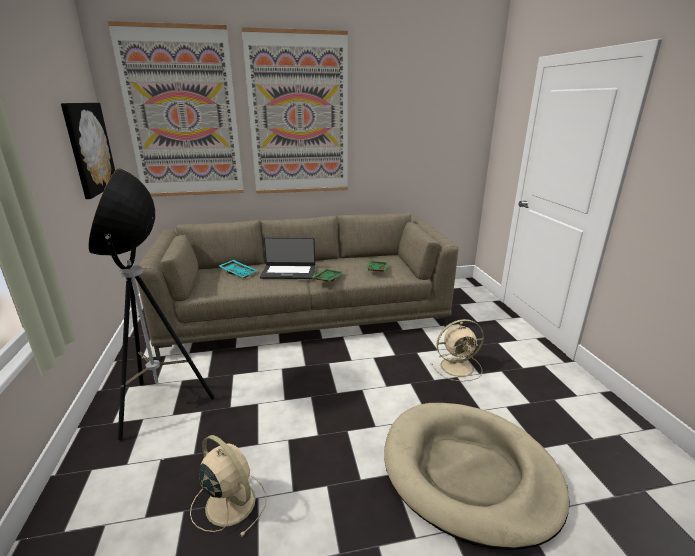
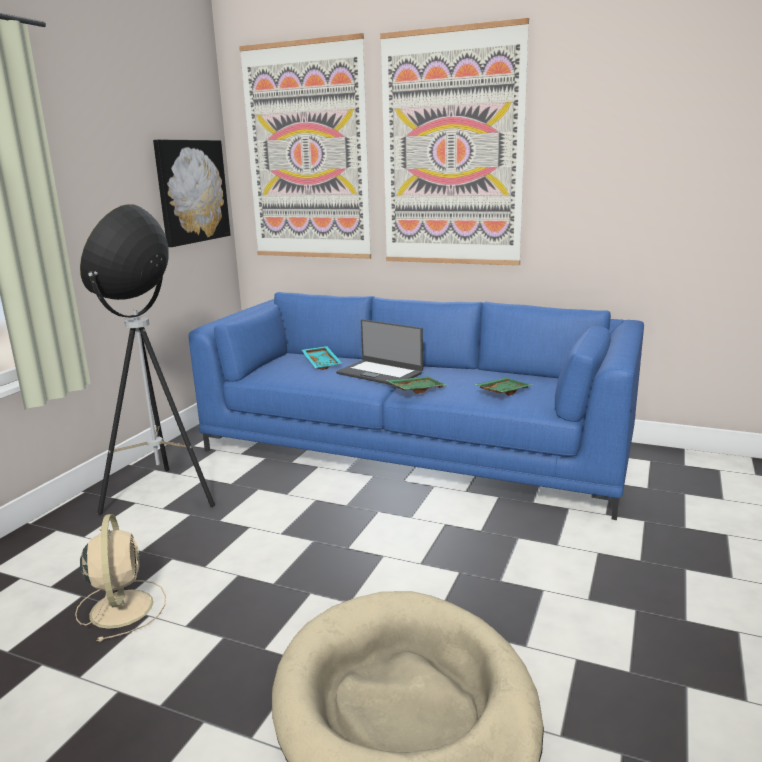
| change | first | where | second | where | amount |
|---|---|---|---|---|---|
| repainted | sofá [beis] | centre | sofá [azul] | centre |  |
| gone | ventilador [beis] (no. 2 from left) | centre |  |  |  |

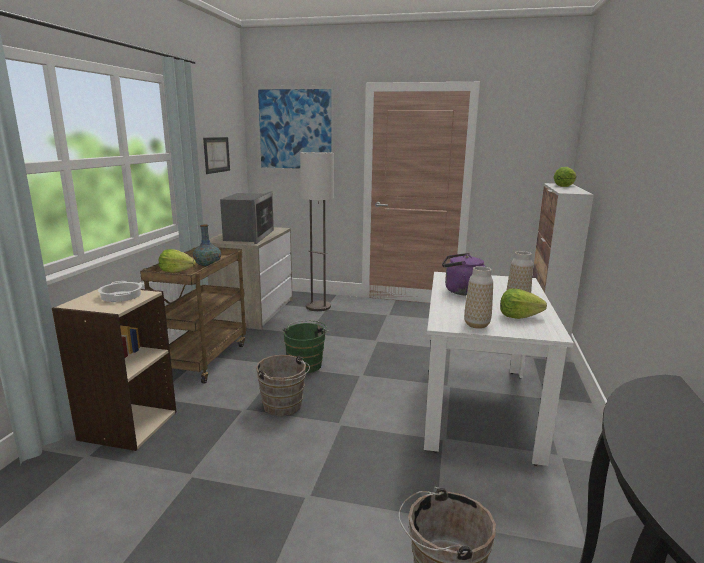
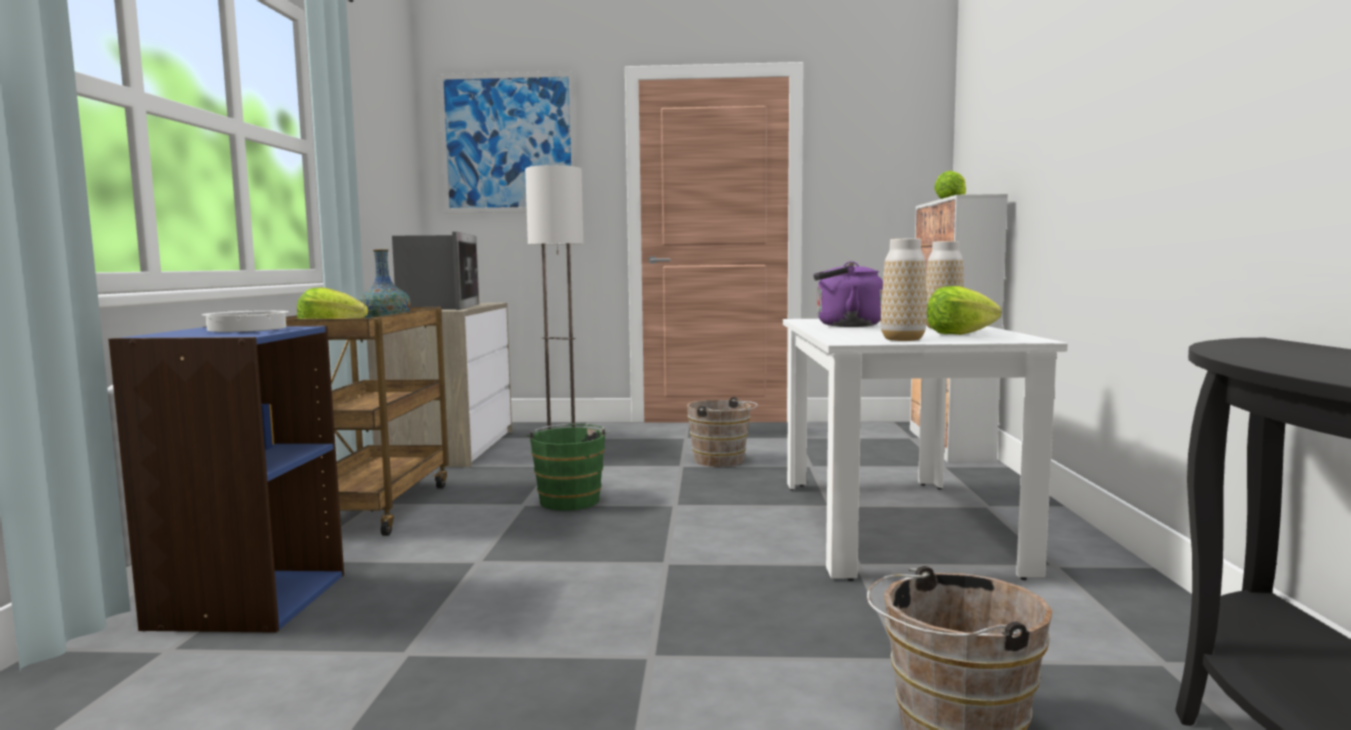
| change | first | where | second | where | amount |
|---|---|---|---|---|---|
| repainted | estantería [beis] | middle left | estantería [azul] | middle left |  |
| gone | cuadro (no. 1 from left) | top left |  |  |  |
| shifted | cubo [marrón] (no. 1 from left) | bottom centre |  | centre |  |

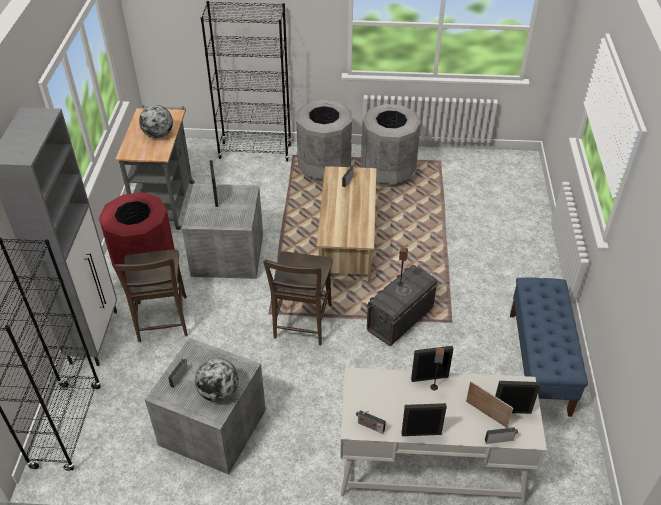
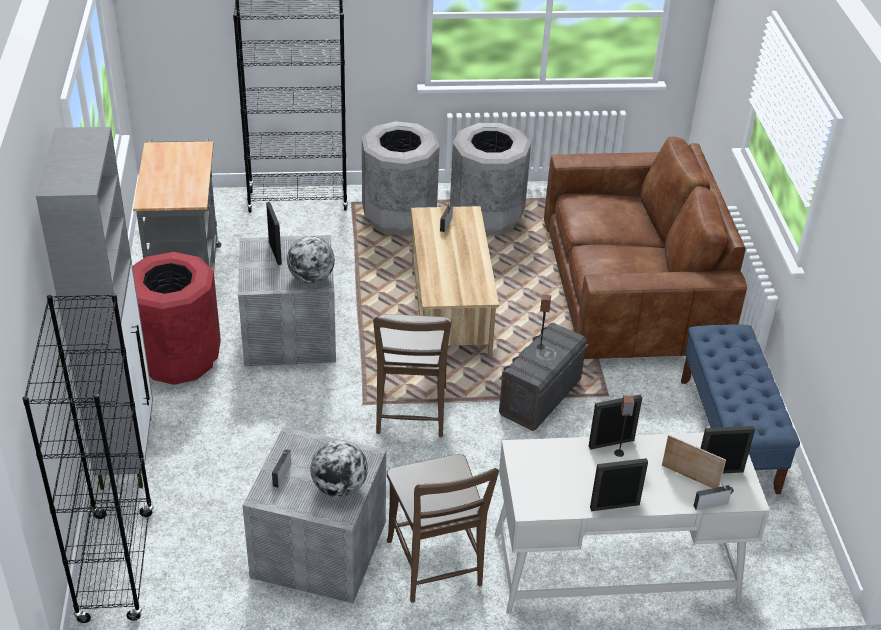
| change | first | where | second | where | amount |
|---|---|---|---|---|---|
| shifted | silla [marrón] (no. 1 from left in the first image) | middle left | silla [marrón] (no. 2 from left) | bottom centre |  |
| shifted | globo terráqueo (no. 1 from left) | top left |  | centre |  |
| gone | radio (no. 3 from left) | bottom centre |  |  |  |
| new |  |  | sofá [marrón] | middle right |  |

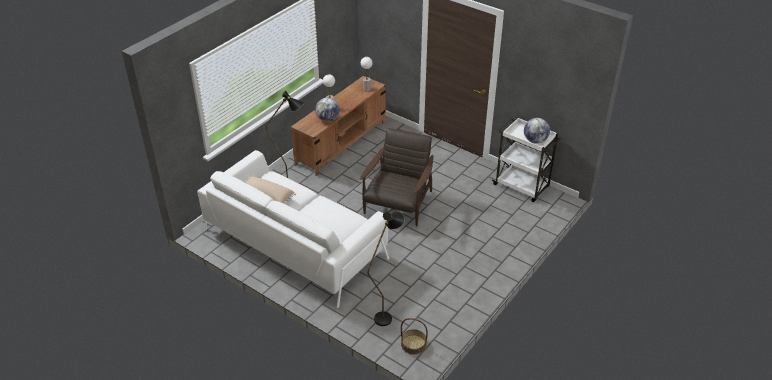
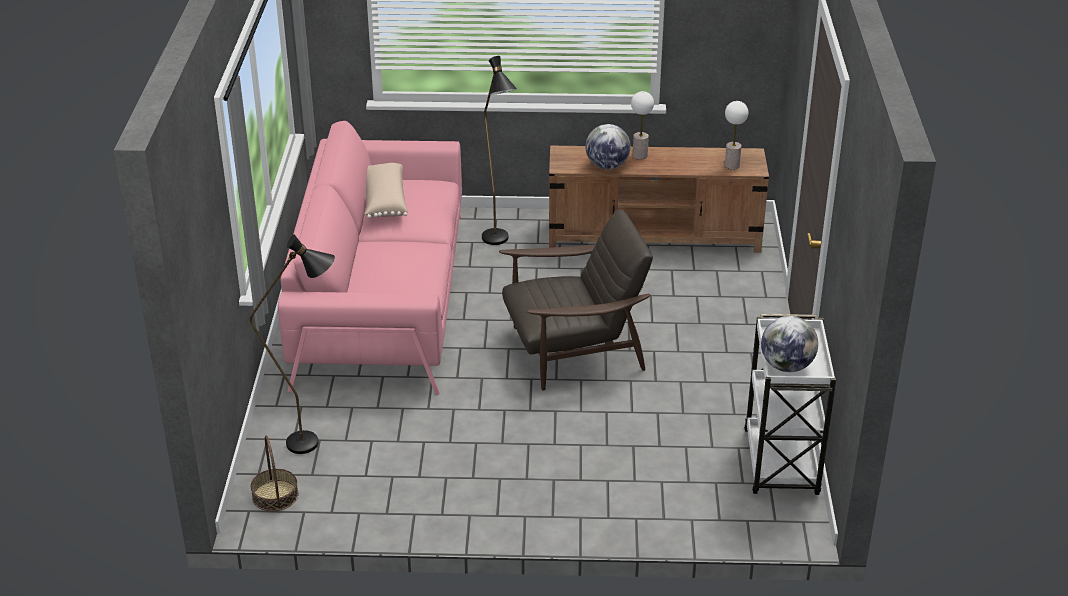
| change | first | where | second | where | amount |
|---|---|---|---|---|---|
| repainted | sofá [blanco] | centre | sofá [rosa] | centre |  |

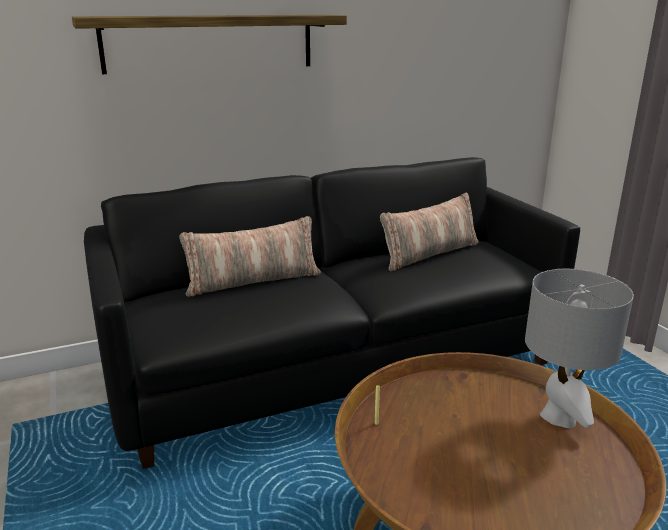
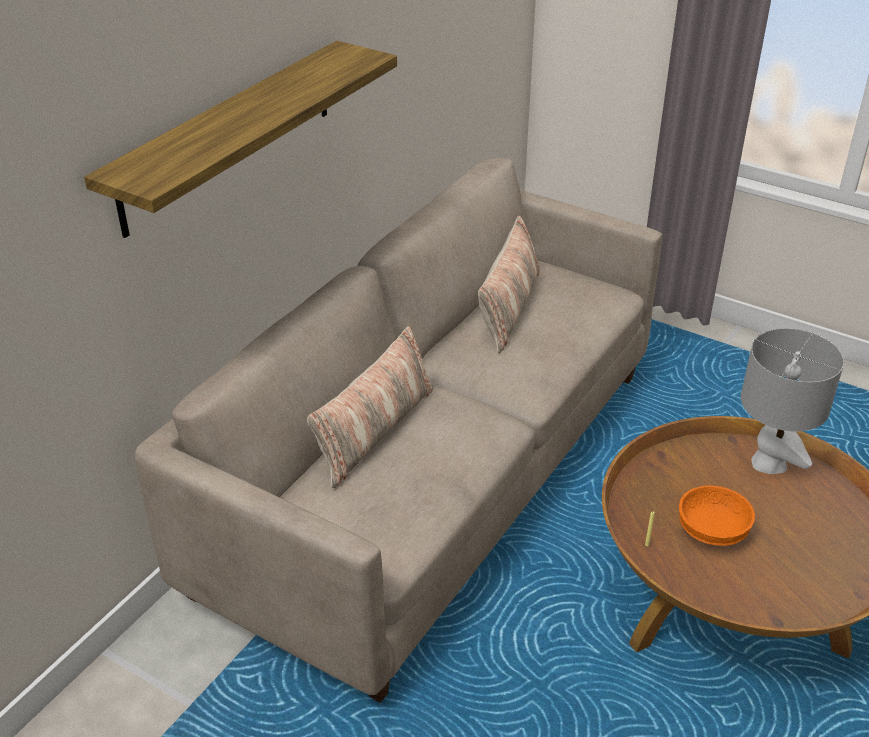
| change | first | where | second | where | amount |
|---|---|---|---|---|---|
| repainted | sofá [negro] | centre | sofá [beis] | centre |  |
| new |  |  | cuenco [naranja] | bottom right |  |

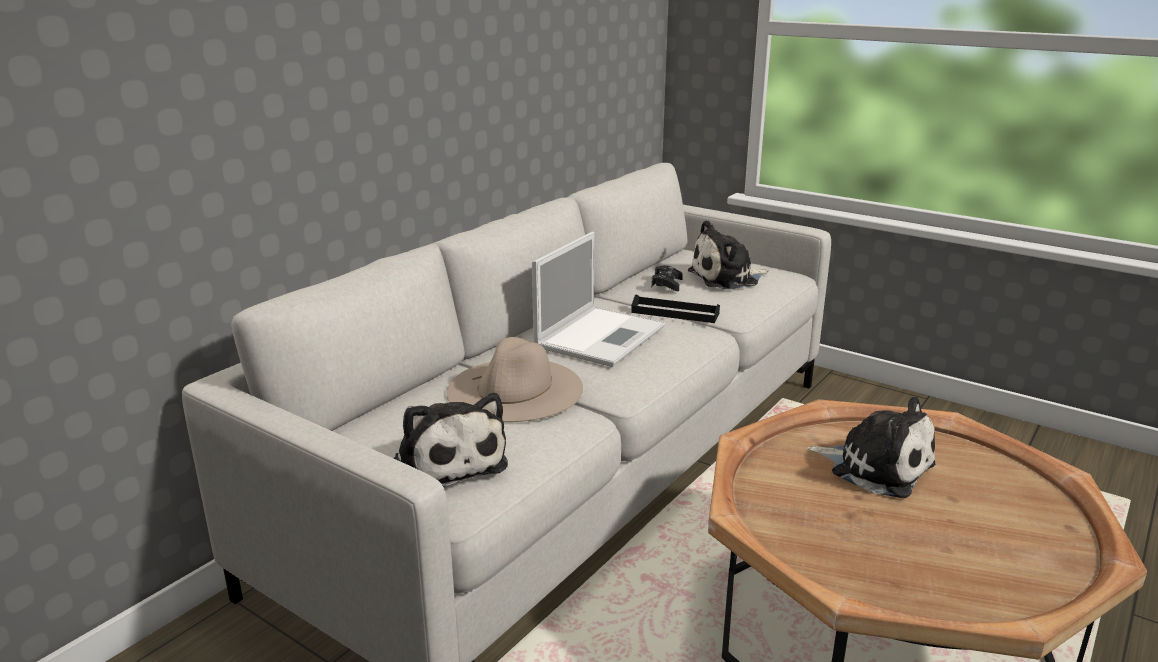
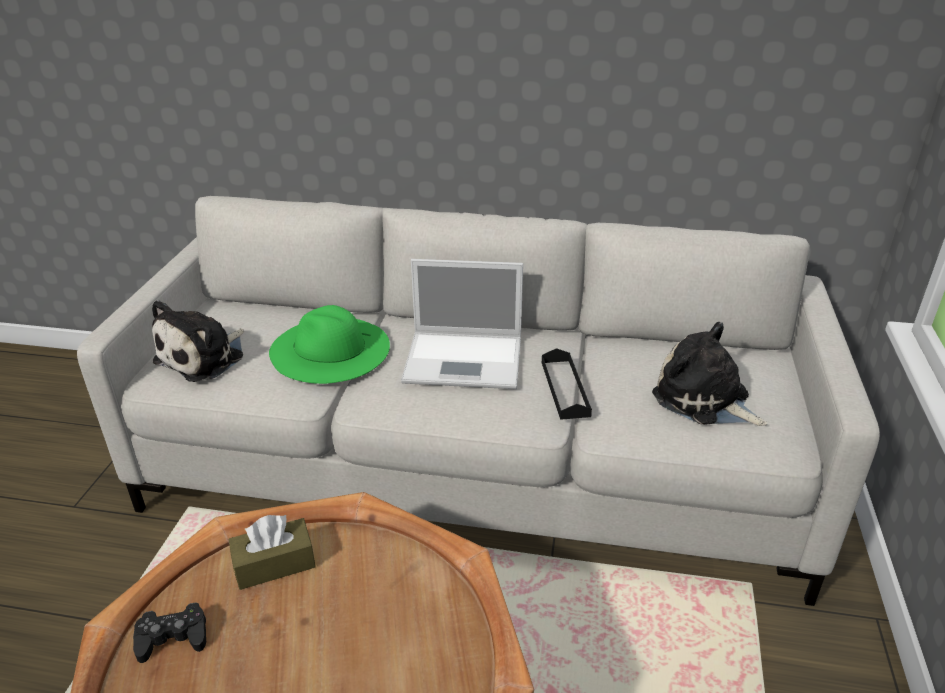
| change | first | where | second | where | amount |
|---|---|---|---|---|---|
| repainted | sombrero [beis] | centre | sombrero [verde] | centre |  |
| shifted | mando de consola [negro] | centre |  | bottom left |  |
| gone | peluche (no. 3 from left) | bottom right |  |  |  |
| new |  |  | caja de pañuelos [marrón] | bottom left |  |

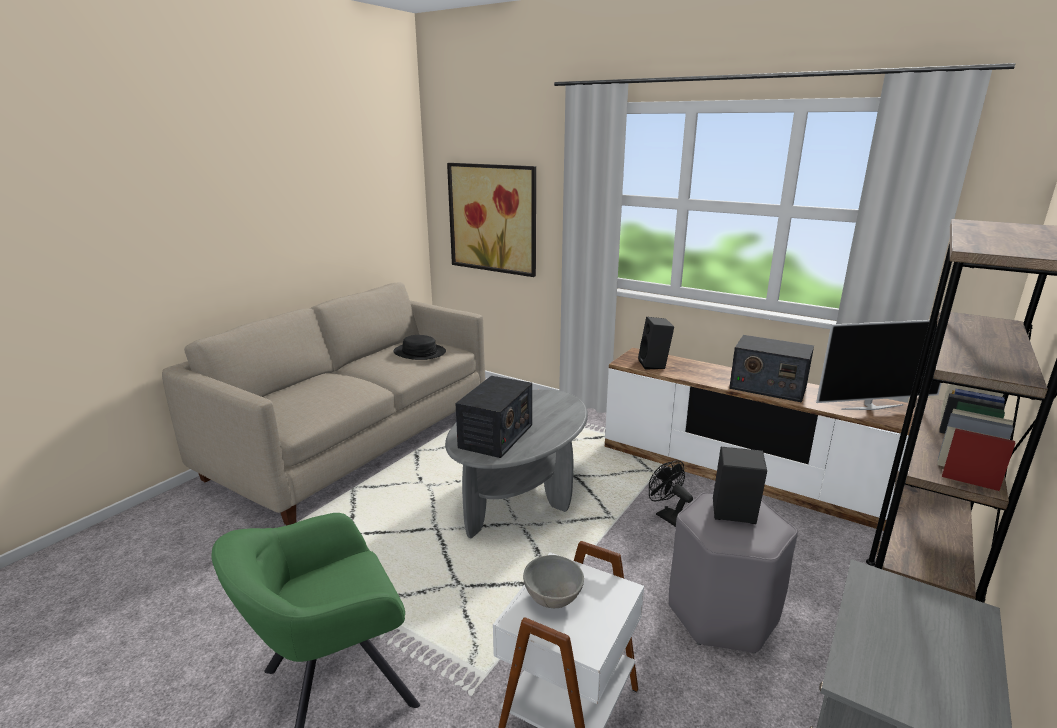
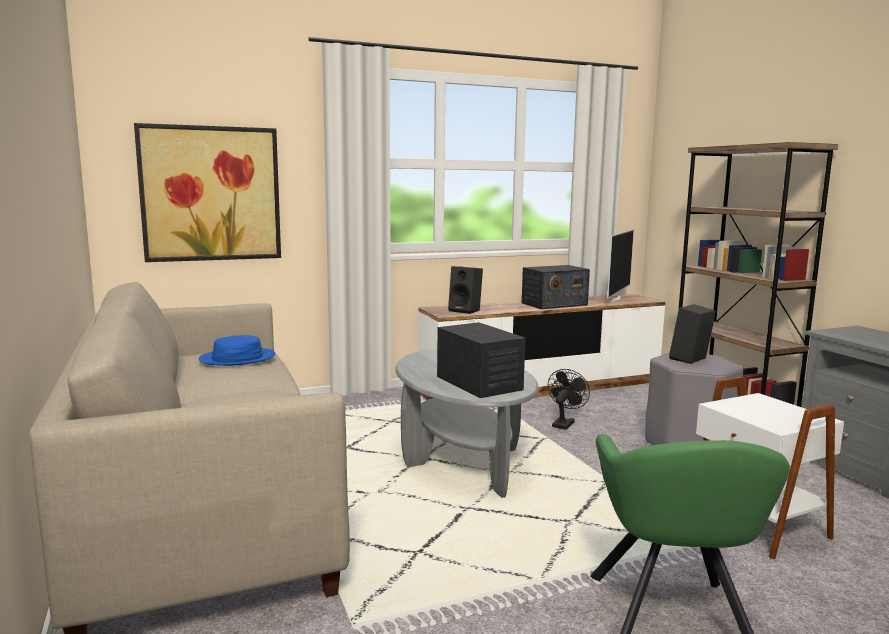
| change | first | where | second | where | amount |
|---|---|---|---|---|---|
| repainted | sombrero [negro] | centre | sombrero [azul] | middle left |  |
| gone | cuenco [gris] | bottom centre |  |  |  |
| rotated | ventilador [negro] | bottom centre |  | centre | 120 degrees clockwise |

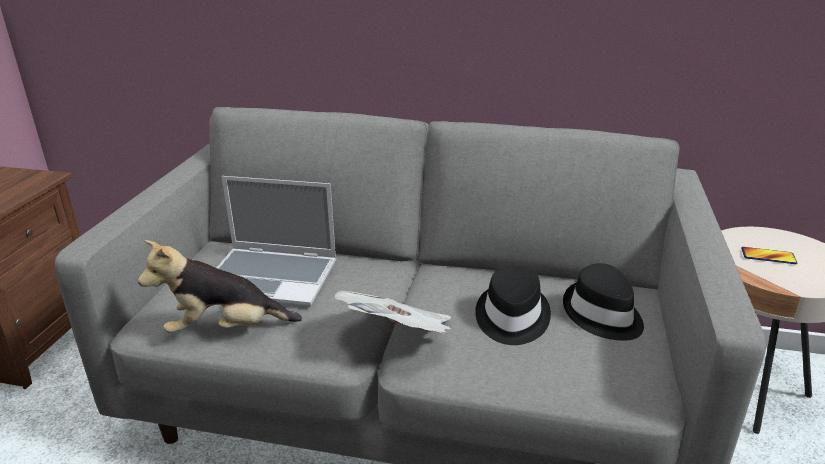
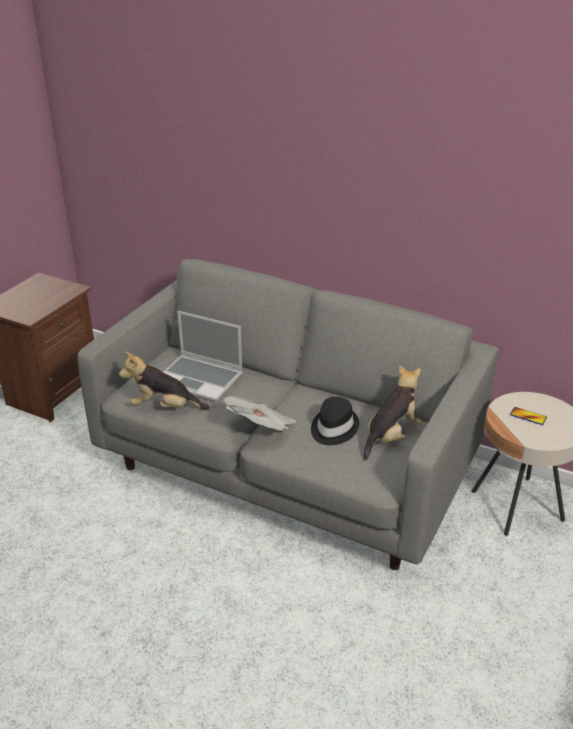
| change | first | where | second | where | amount |
|---|---|---|---|---|---|
| swapped | sombrero [negro] (no. 2 from left) | middle right | peluche (no. 2 from left) | middle right |  |

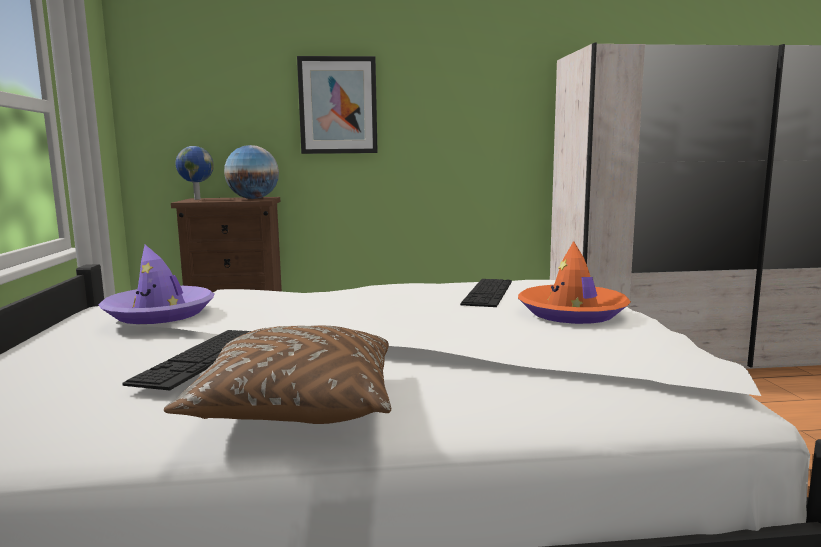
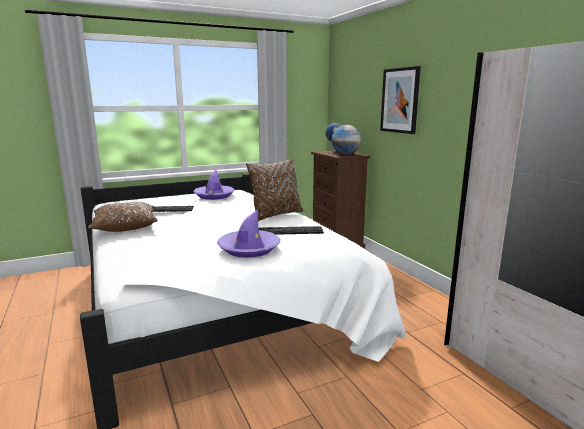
| change | first | where | second | where | amount |
|---|---|---|---|---|---|
| repainted | sombrero [naranja] | middle right | sombrero [morado] (no. 2 from left) | centre |  |
| new |  |  | cojín [marrón] (no. 2 from left) | centre |  |

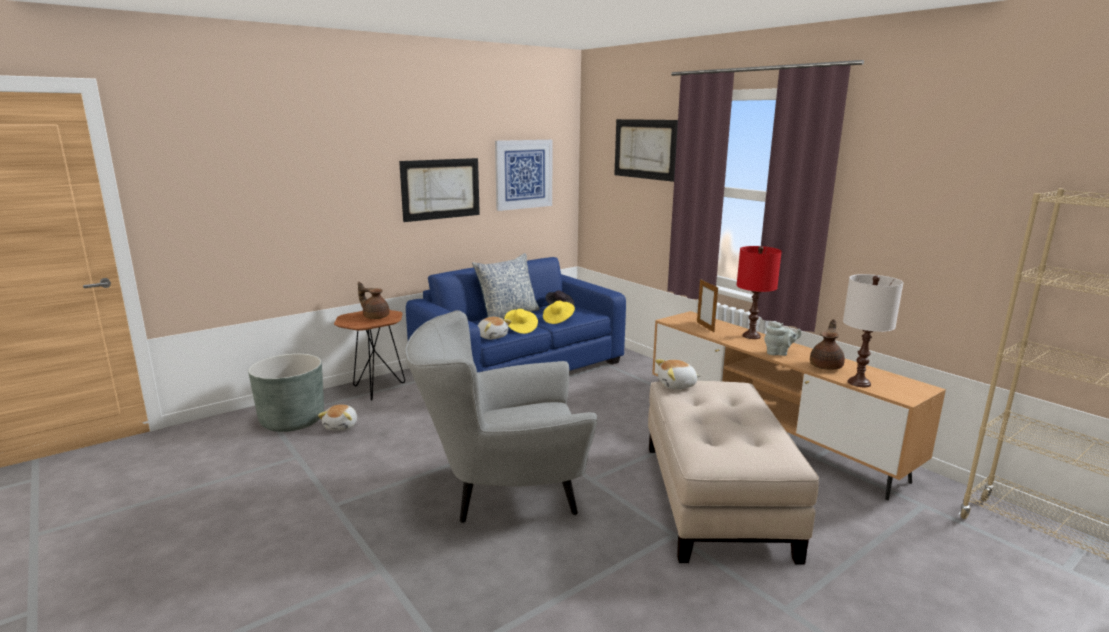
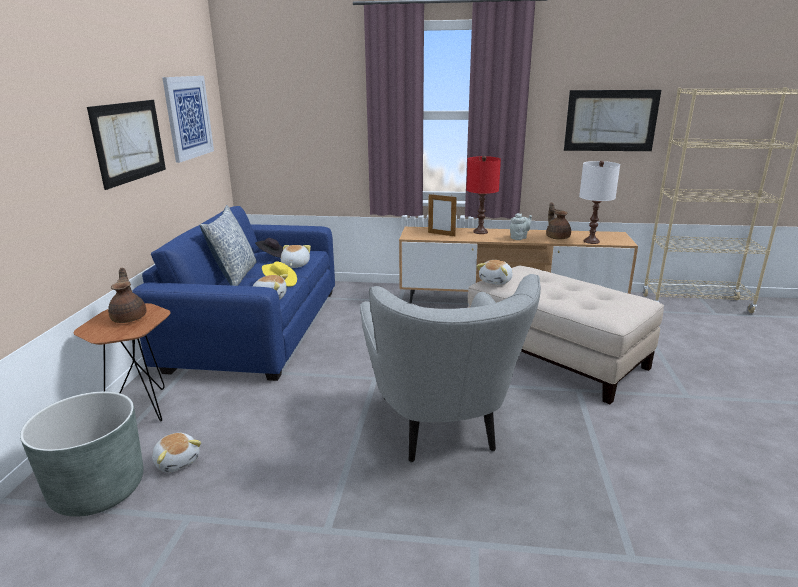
| change | first | where | second | where | amount |
|---|---|---|---|---|---|
| rotated | tetera [marrón] (no. 1 from left) | centre |  | middle left | 90 degrees clockwise |
| rotated | sillón [gris] | centre |  | centre | 45 degrees counterclockwise |
| swapped | sombrero [amarillo] (no. 2 from left) | centre | peluche (no. 3 from left) | centre |  |
| shifted | cuadro (no. 3 from left) | top centre |  | top right |  |

